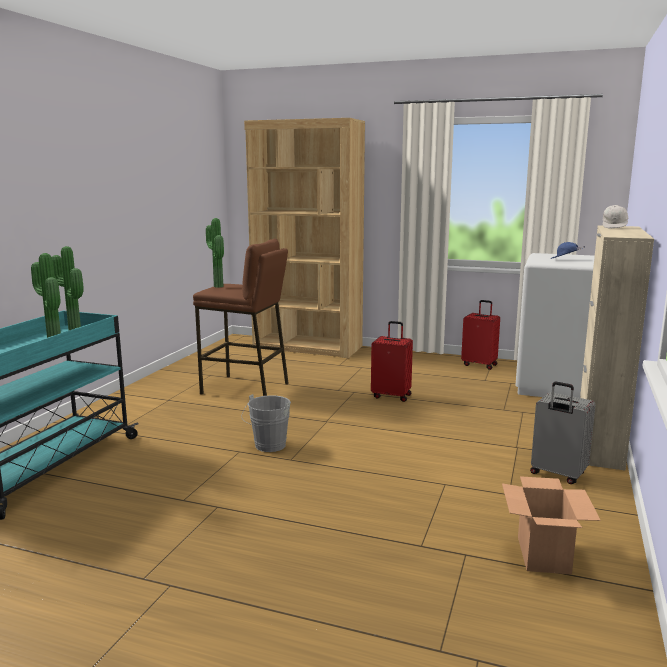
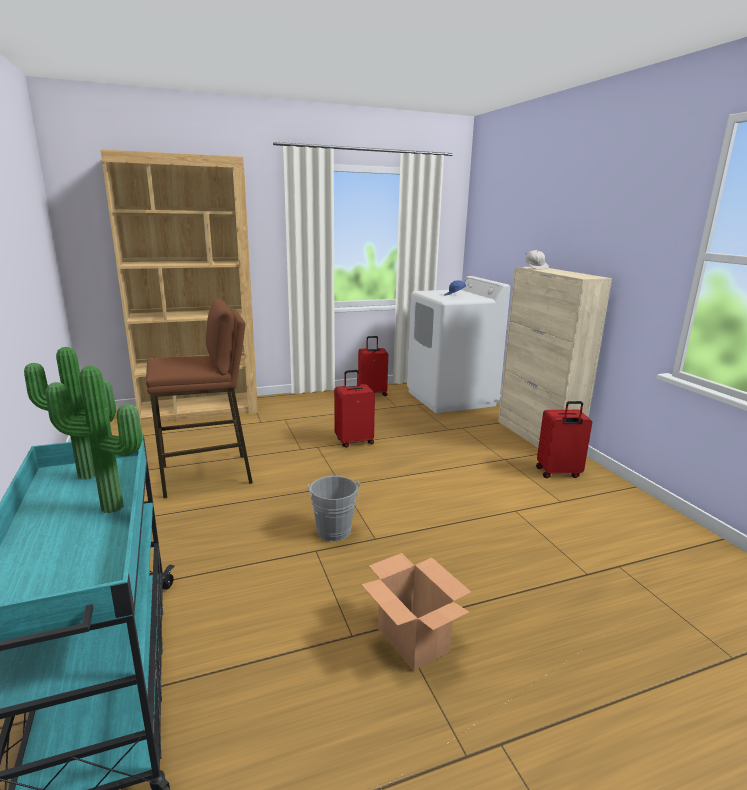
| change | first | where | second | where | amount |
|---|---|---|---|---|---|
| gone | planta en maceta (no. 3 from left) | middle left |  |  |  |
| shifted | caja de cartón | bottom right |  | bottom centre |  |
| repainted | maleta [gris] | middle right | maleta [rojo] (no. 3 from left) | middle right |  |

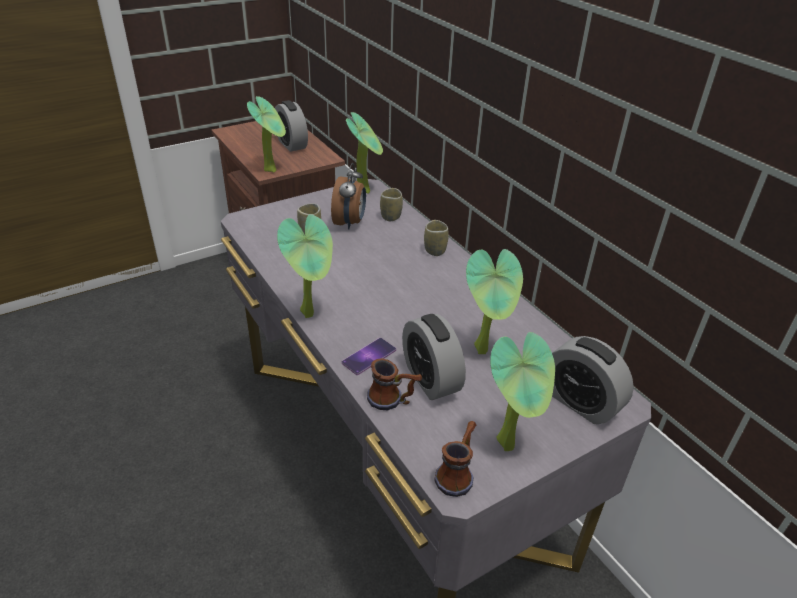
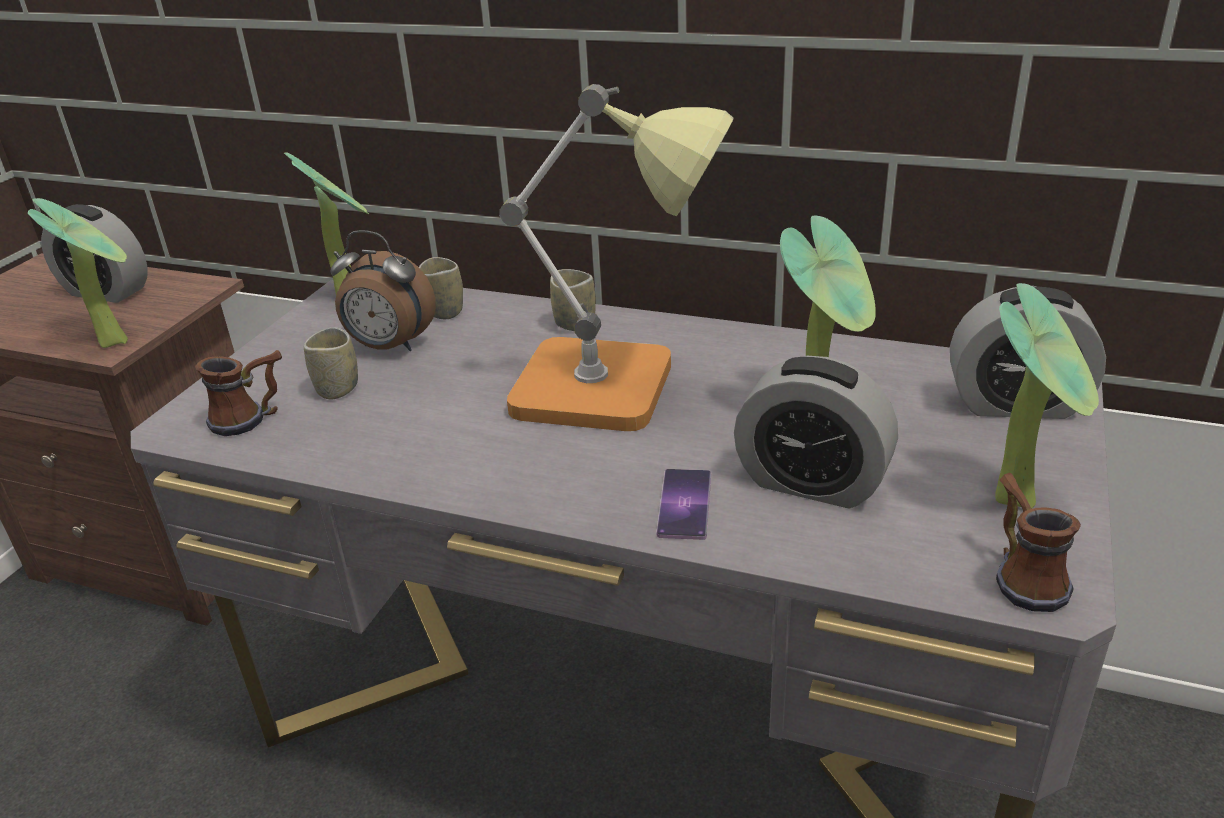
| change | first | where | second | where | amount |
|---|---|---|---|---|---|
| gone | planta en maceta (no. 2 from left) | centre |  |  |  |
| rotated | despertador (no. 2 from left) | top centre |  | middle left | 135 degrees clockwise |
| shifted | taza grande (no. 1 from left) | centre |  | middle left |  |
| new |  |  | lámpara de mesa | top centre |  |

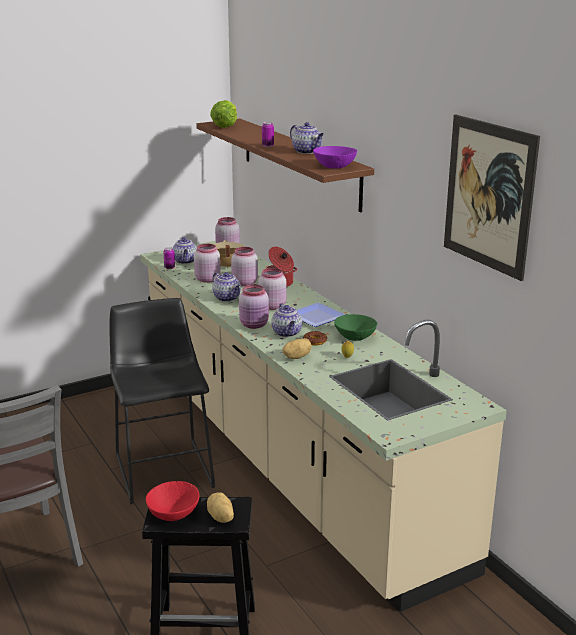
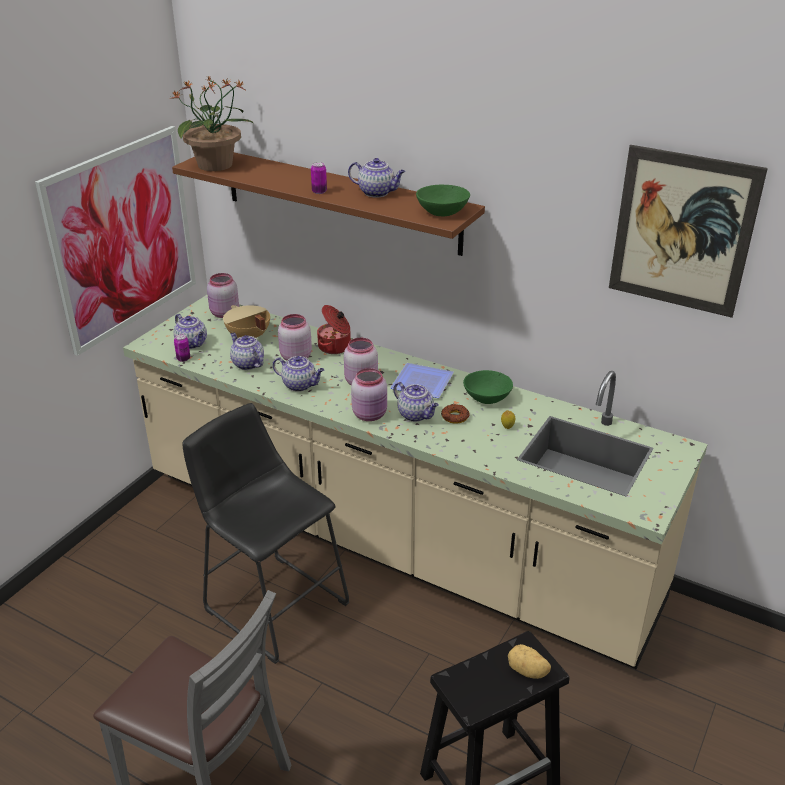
| change | first | where | second | where | amount |
|---|---|---|---|---|---|
| gone | cuenco [rojo] | bottom left |  |  |  |
| swapped | tarro [rosa] (no. 1 from left) | centre | tetera (no. 2 from left) | middle left |  |
| swapped | lechuga | top centre | planta en maceta | top left |  |
| gone | patata (no. 2 from left) | centre |  |  |  |
| repainted | cuenco [morado] | top centre | cuenco [verde] (no. 1 from left) | top centre |  |
| new |  |  | cuadro (no. 1 from left) | top left |  |

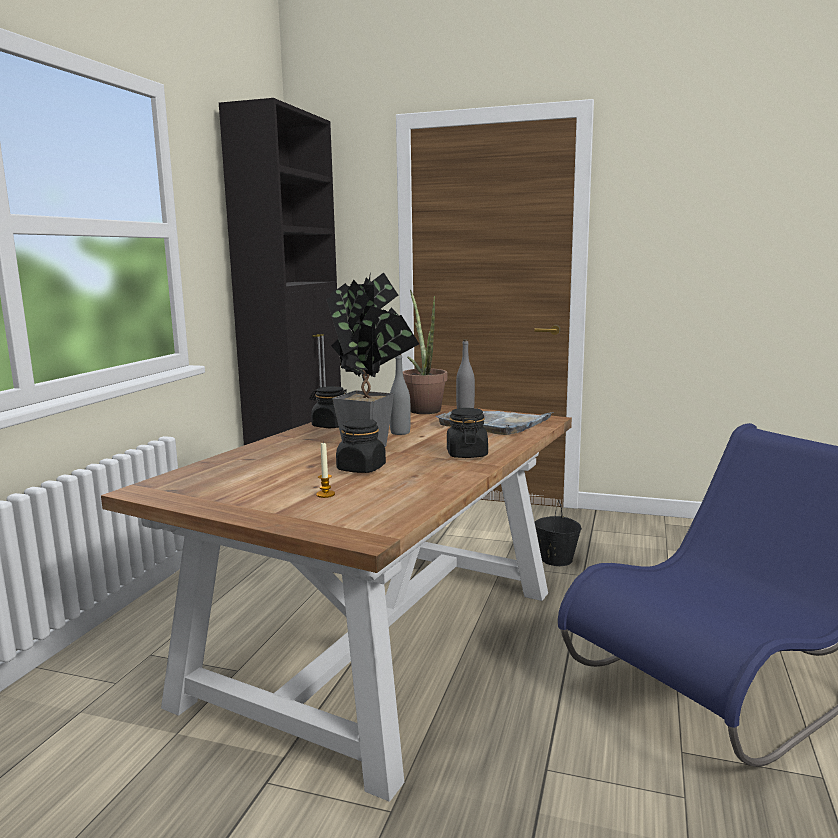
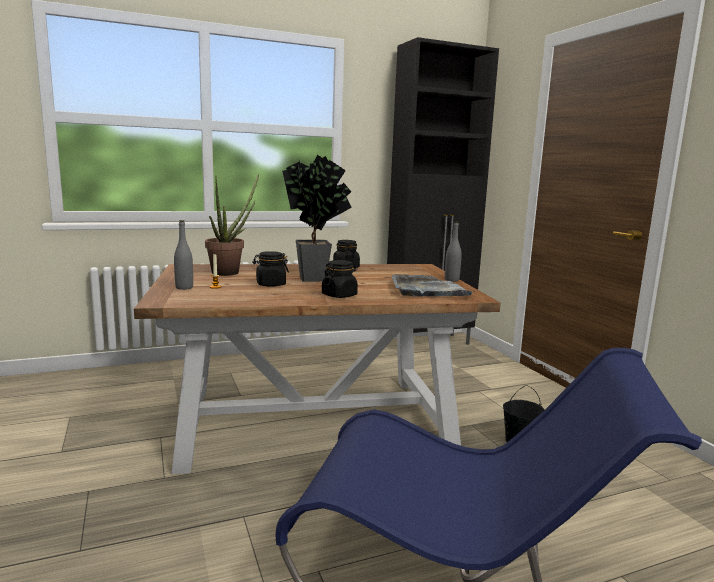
| change | first | where | second | where | amount |
|---|---|---|---|---|---|
| shifted | botella [gris] (no. 1 from left) | centre |  | middle left |  |
| shifted | planta en maceta (no. 2 from left in the first image) | centre | planta en maceta (no. 1 from left) | middle left |  |

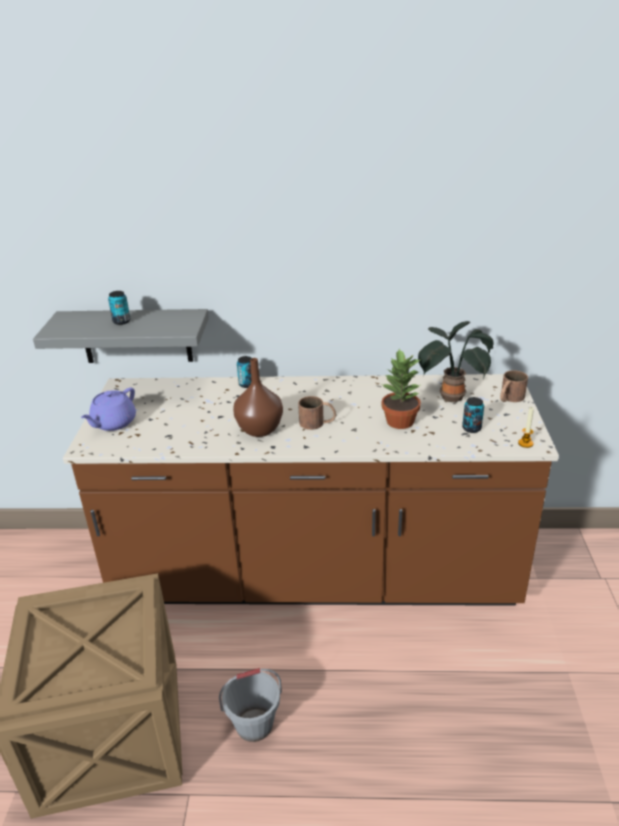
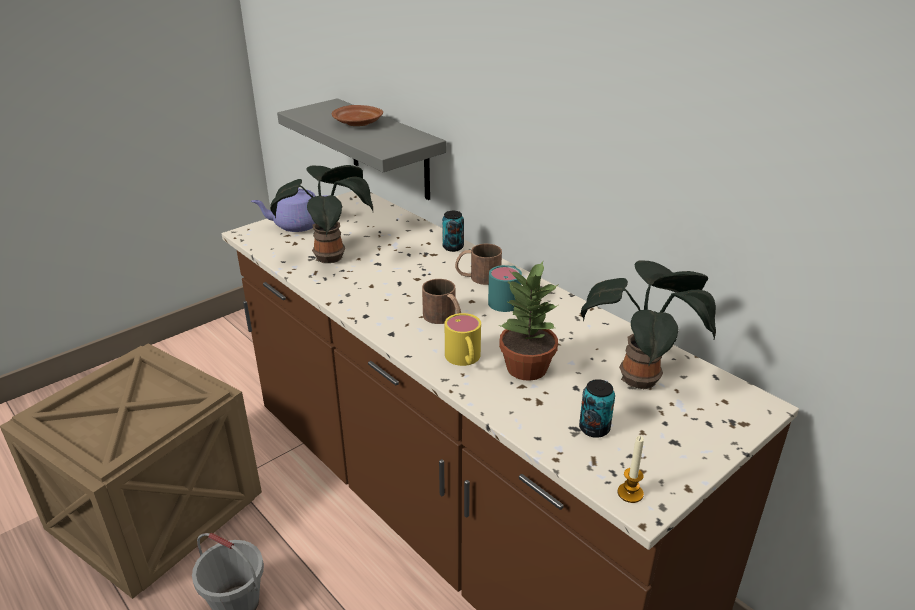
| change | first | where | second | where | amount |
|---|---|---|---|---|---|
| swapped | lata (no. 1 from left) | middle left | plato [marrón] | top centre |  |
| gone | florero [marrón] | centre |  |  |  |
| shifted | taza grande [marrón] (no. 2 from left) | middle right |  | centre |  |
| new |  |  | planta en maceta (no. 1 from left) | centre |  |
| new |  |  | taza grande [amarillo] | centre |  |
| new |  |  | taza grande [turquesa] | centre |  |

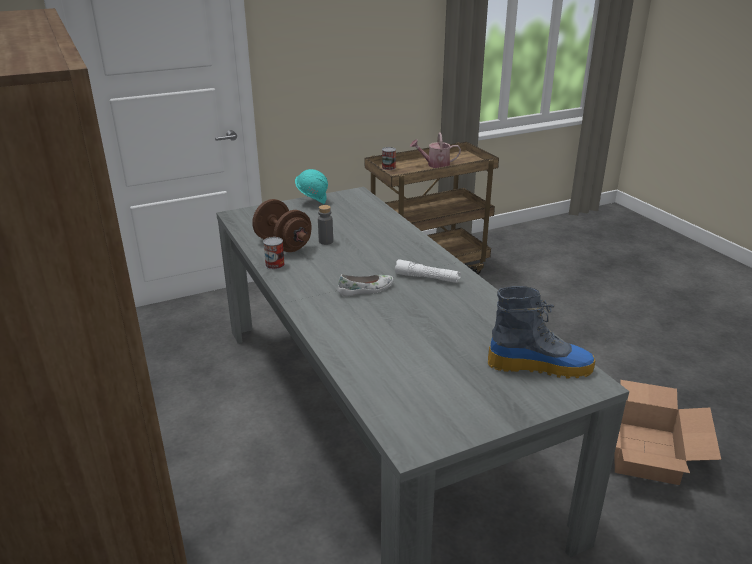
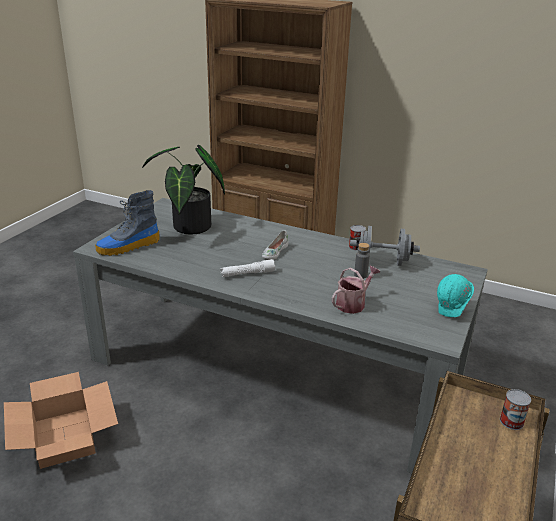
| change | first | where | second | where | amount |
|---|---|---|---|---|---|
| repainted | mancuerna [marrón] | centre | mancuerna [gris] | middle right |  |
| shifted | regadera | top centre |  | centre |  |
| new |  |  | planta en maceta | middle left |  |

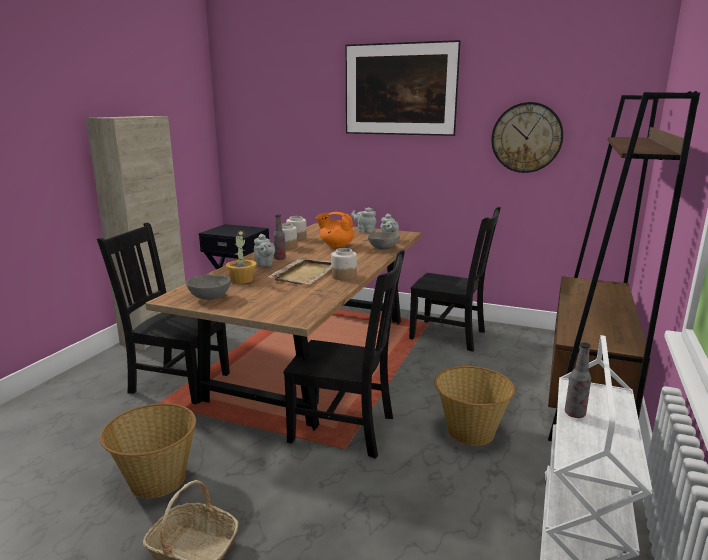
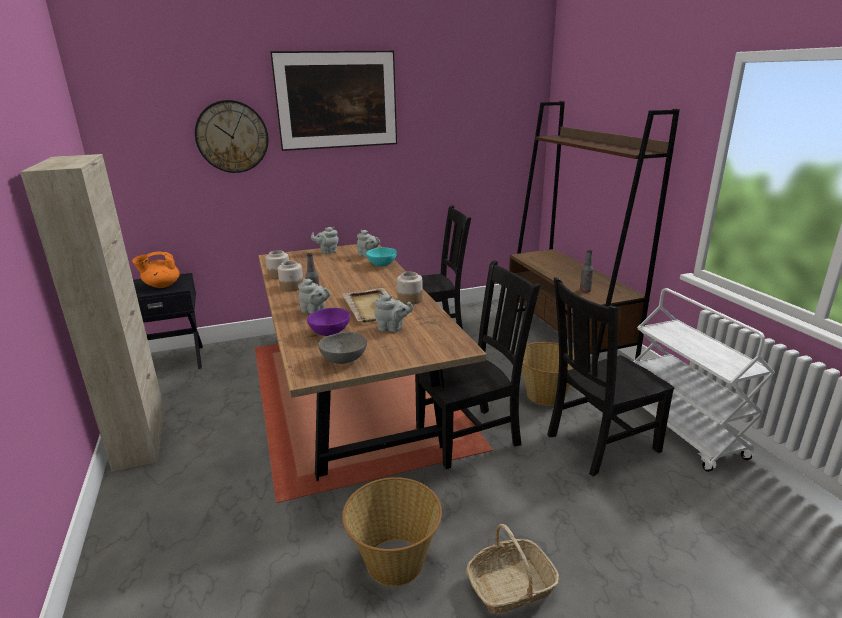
| change | first | where | second | where | amount |
|---|---|---|---|---|---|
| shifted | silla [negro] (no. 1 from left in the first image) | middle left | silla [negro] (no. 3 from left) | middle right |  |
| swapped | planta en maceta | centre | cuenco [morado] | centre |  |
| shifted | tetera [naranja] | centre |  | middle left |  |
| repainted | cuenco [gris] (no. 2 from left) | centre | cuenco [turquesa] | centre |  |
| shifted | reloj de pared | top right |  | top left |  |
| shifted | botella (no. 2 from left) | bottom right |  | middle right |  |
| new |  |  | tetera [gris] (no. 4 from left) | centre |  |

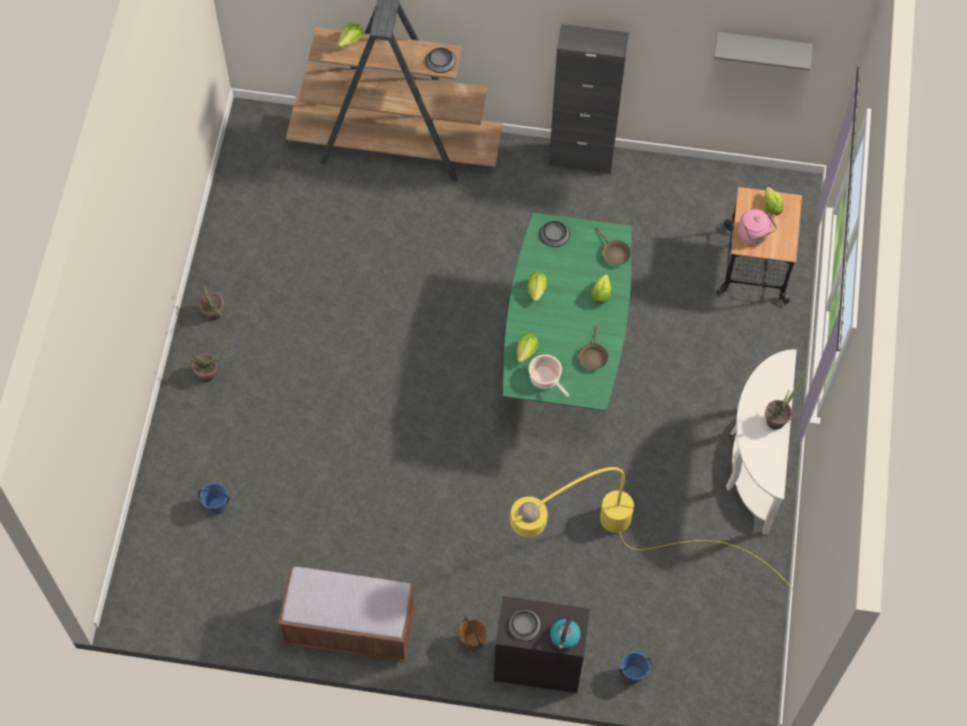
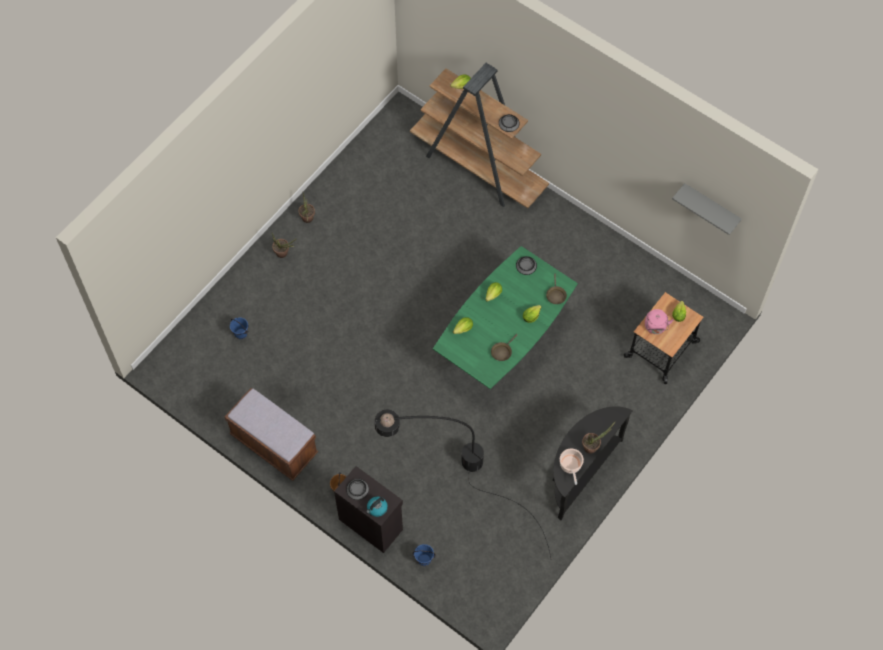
| change | first | where | second | where | amount |
|---|---|---|---|---|---|
| repainted | lámpara de pie [amarillo] | bottom right | lámpara de pie [negro] | bottom centre |  |
| shifted | olla | centre |  | bottom centre |  |
| gone | armario [negro] (no. 2 from left) | top centre |  |  |  |
| repainted | mesa consola [blanco] | middle right | mesa consola [negro] | bottom right |  |

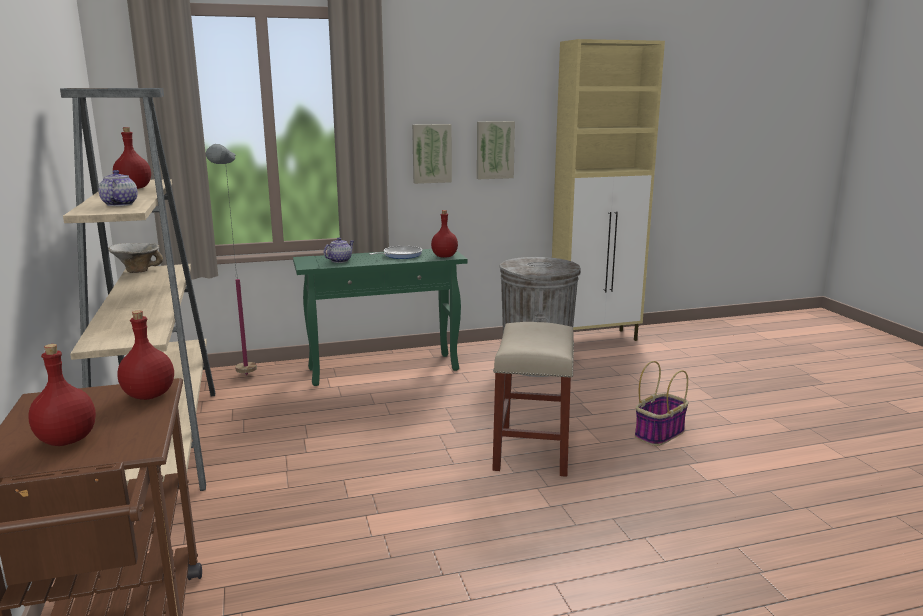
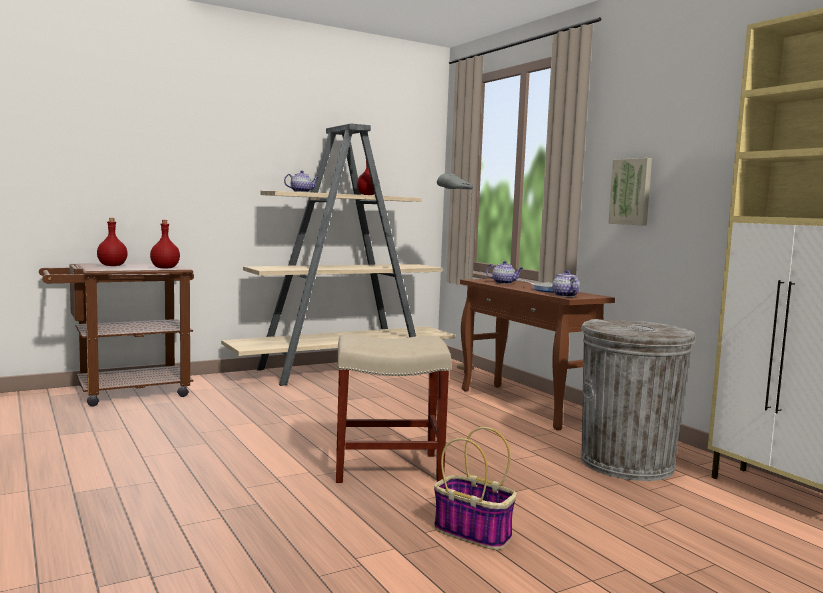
| change | first | where | second | where | amount |
|---|---|---|---|---|---|
| gone | cuenco | middle left |  |  |  |
| repainted | mesa consola [verde] | centre | mesa consola [marrón] | centre |  |
| swapped | botella [rojo] (no. 4 from left) | centre | tetera (no. 3 from left) | middle right |  |
| gone | cuadro (no. 2 from left) | top centre |  |  |  |

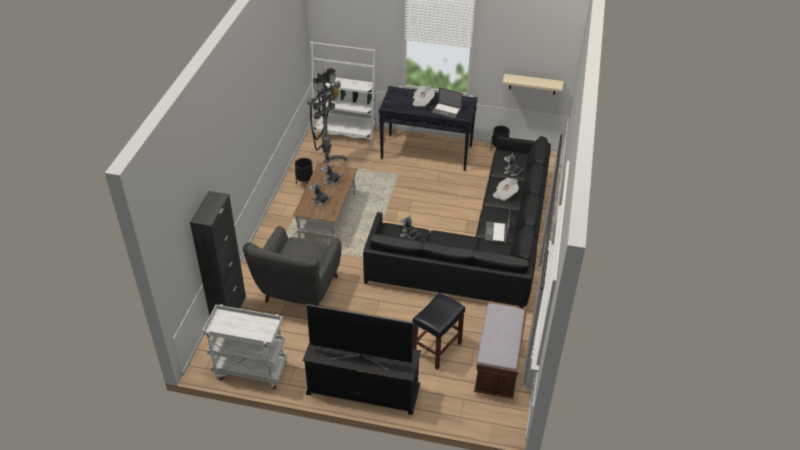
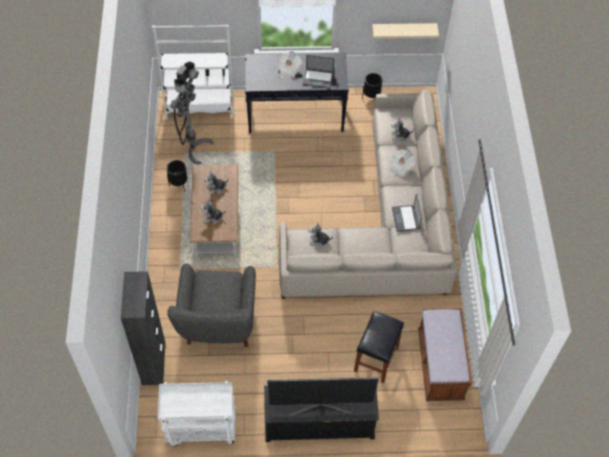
| change | first | where | second | where | amount |
|---|---|---|---|---|---|
| repainted | sofá [negro] | centre | sofá [beis] | centre |  |

